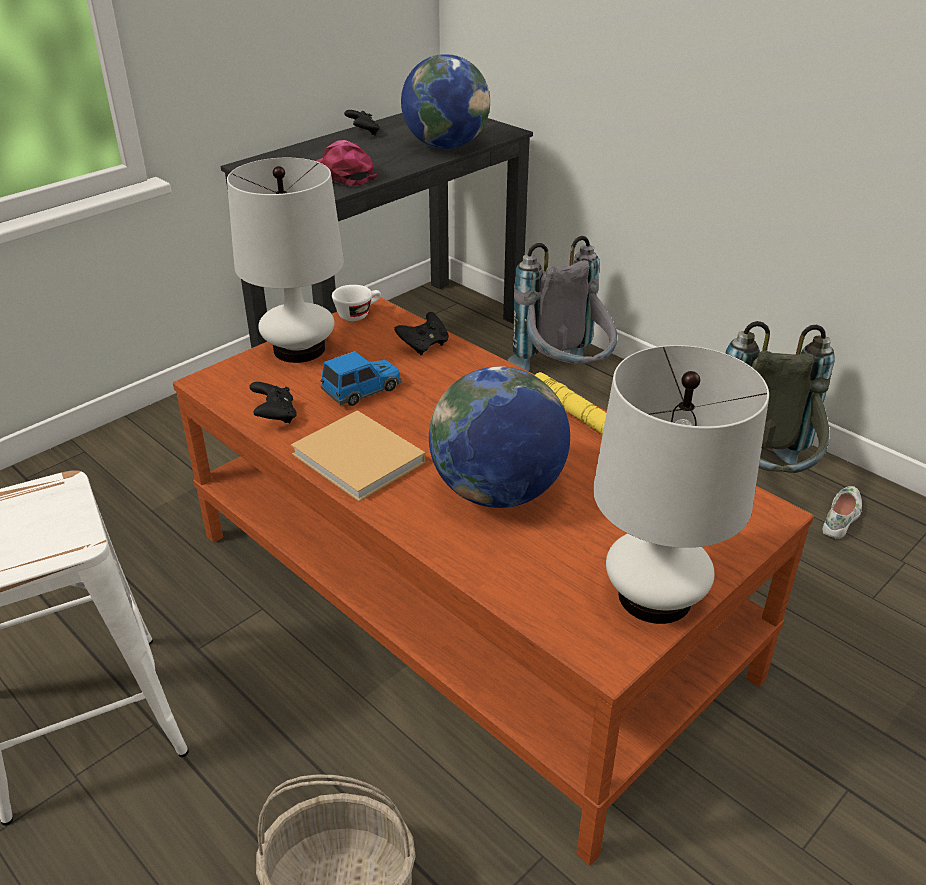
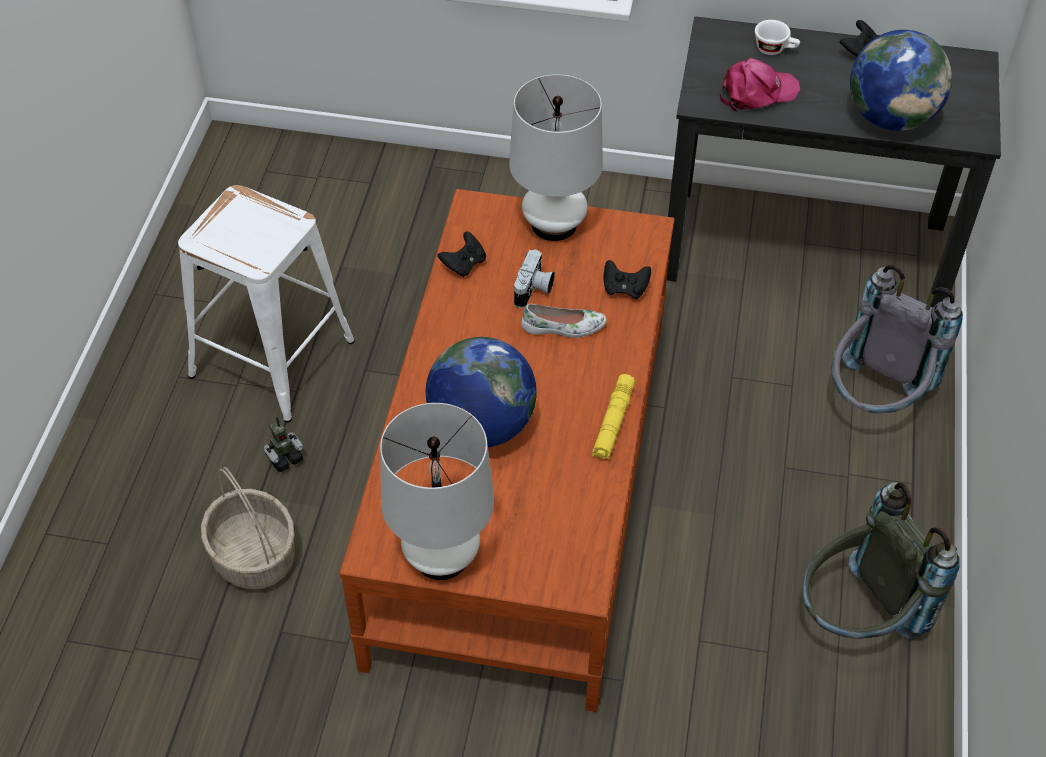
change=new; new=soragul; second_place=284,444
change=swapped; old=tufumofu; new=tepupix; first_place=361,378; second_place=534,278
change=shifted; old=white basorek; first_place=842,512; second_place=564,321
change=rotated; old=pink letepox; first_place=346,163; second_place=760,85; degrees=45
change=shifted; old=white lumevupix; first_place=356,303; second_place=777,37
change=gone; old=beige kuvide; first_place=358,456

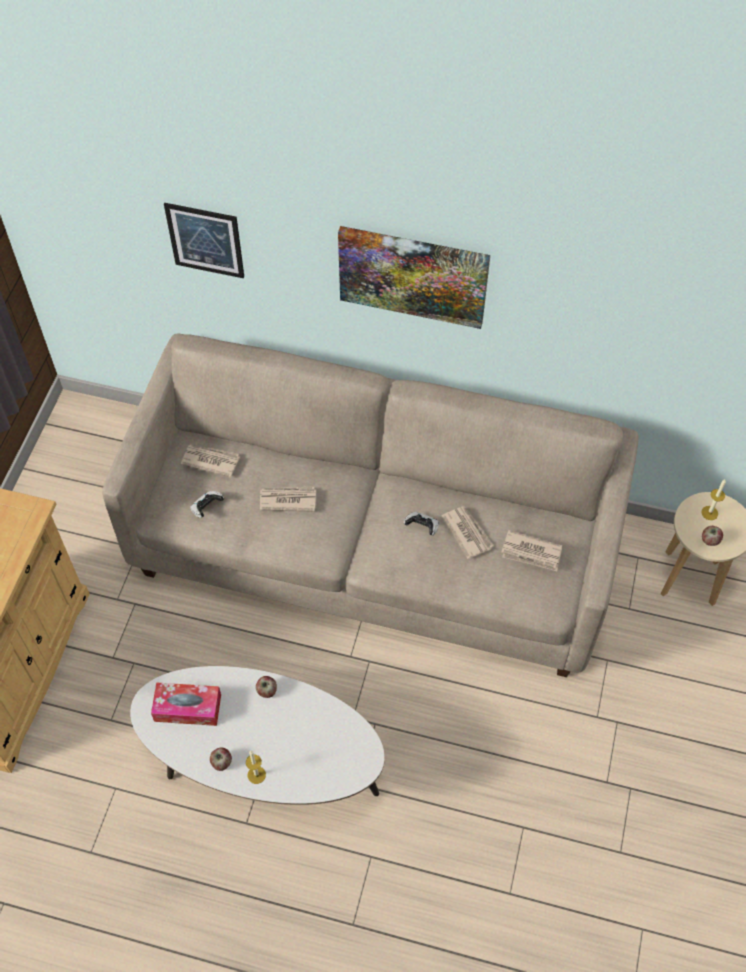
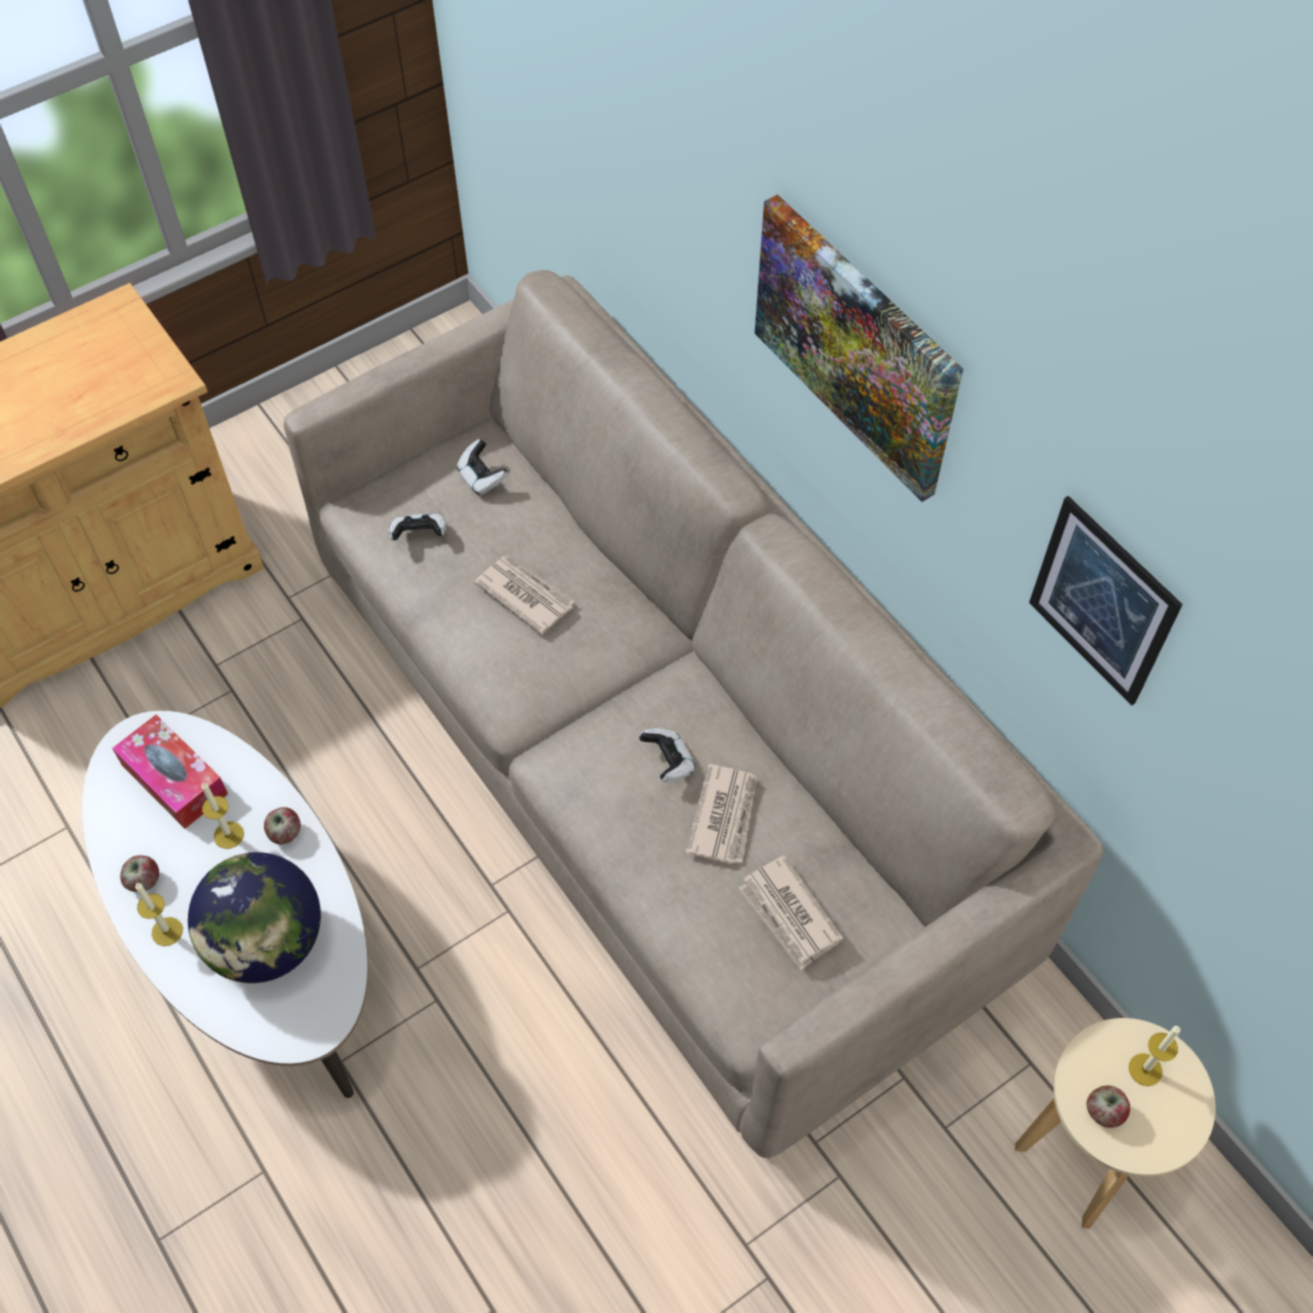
change=new; new=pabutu; second_place=254,917
change=new; new=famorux; second_place=222,816
change=swapped; old=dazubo; new=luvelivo; first_place=210,461; second_place=482,467
change=shifted; old=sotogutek; first_place=204,240; second_place=1106,601

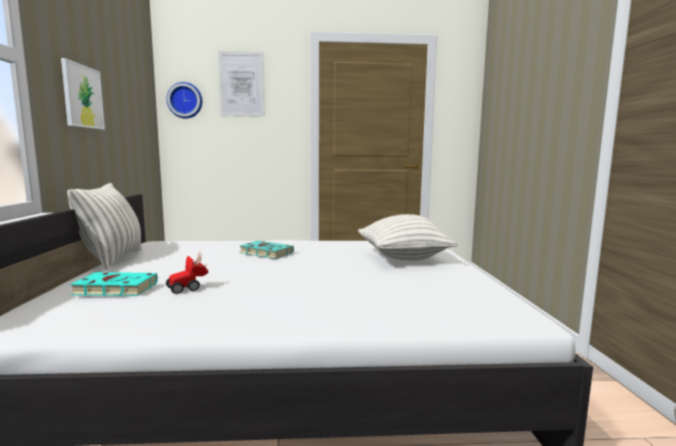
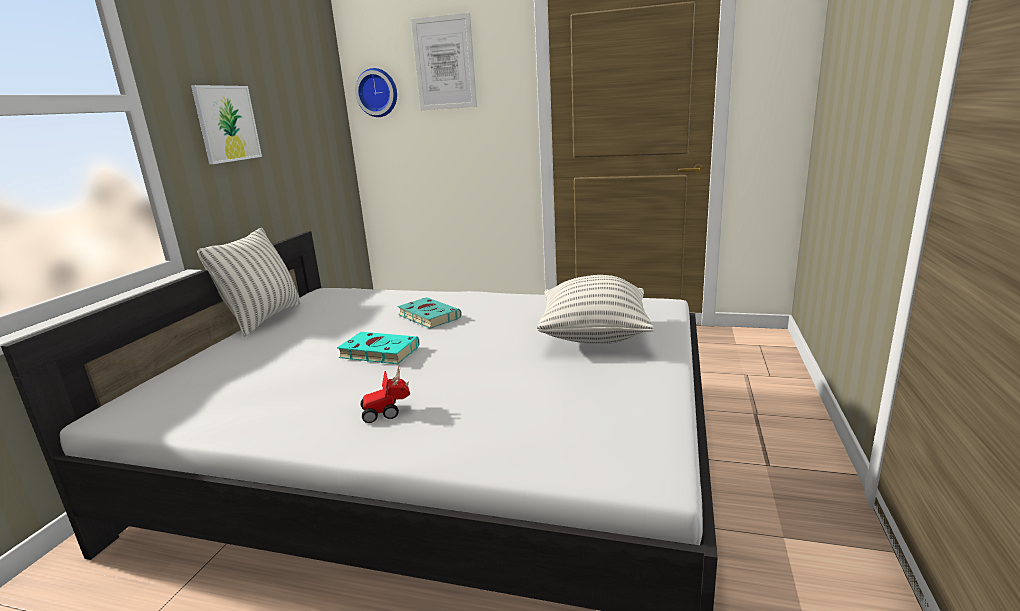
change=shifted; old=turquoise kuvide; first_place=114,284; second_place=378,348
change=shifted; old=tufumofu; first_place=187,273; second_place=385,395

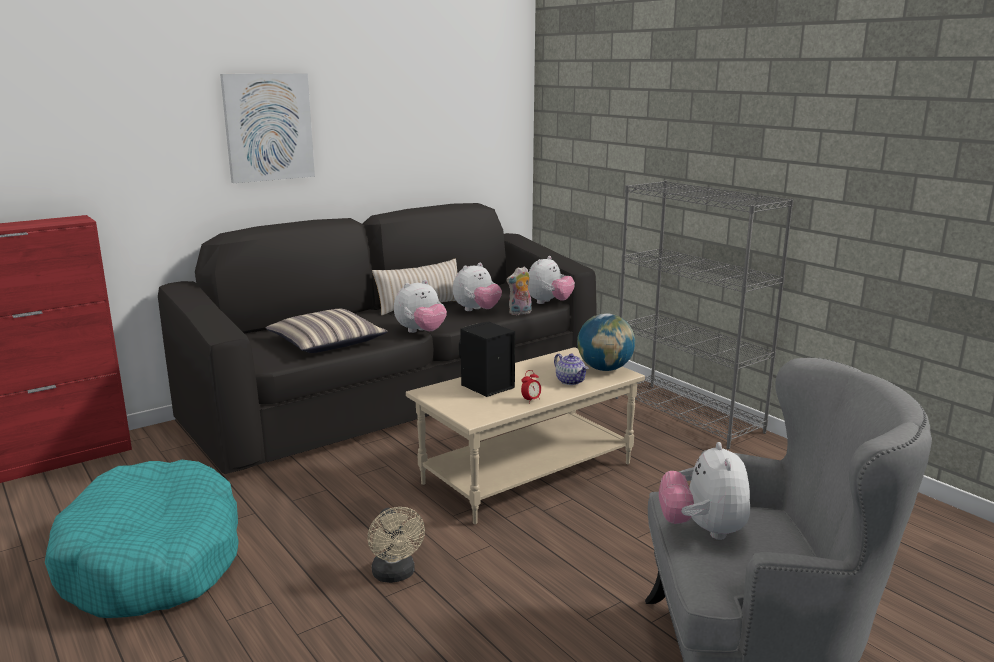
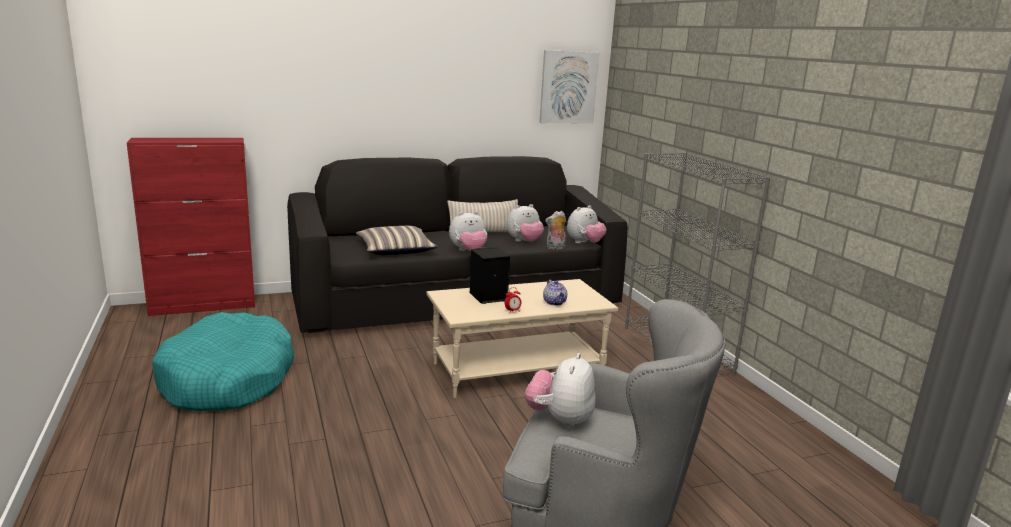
change=shifted; old=sotogutek; first_place=267,128; second_place=569,87
change=gone; old=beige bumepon; first_place=396,545
change=gone; old=pabutu; first_place=606,342

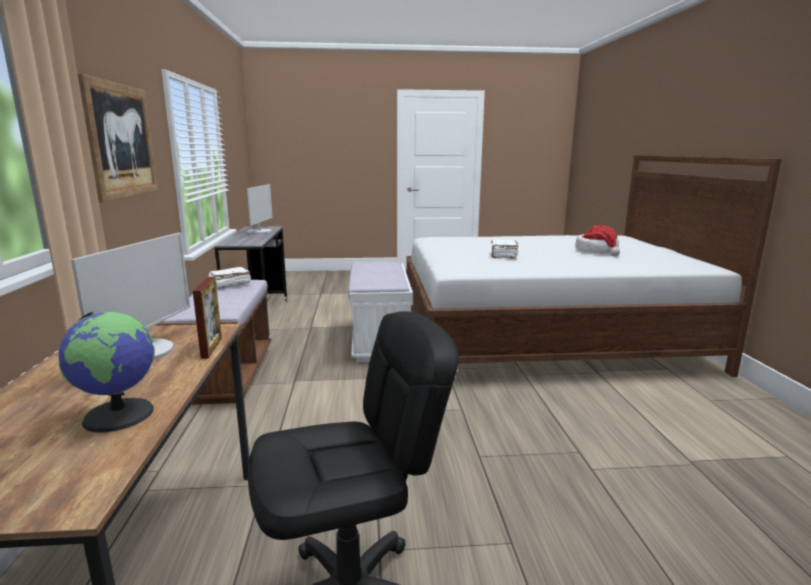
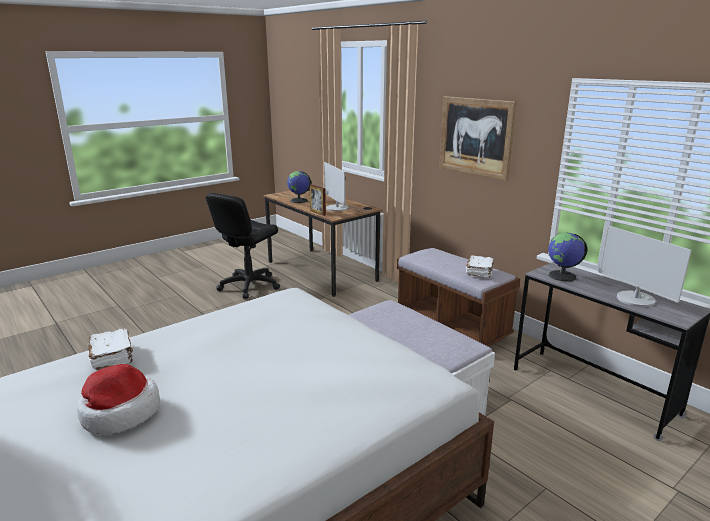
change=shifted; old=white kuvide; first_place=505,249; second_place=110,349
change=new; new=pabutu; second_place=568,257

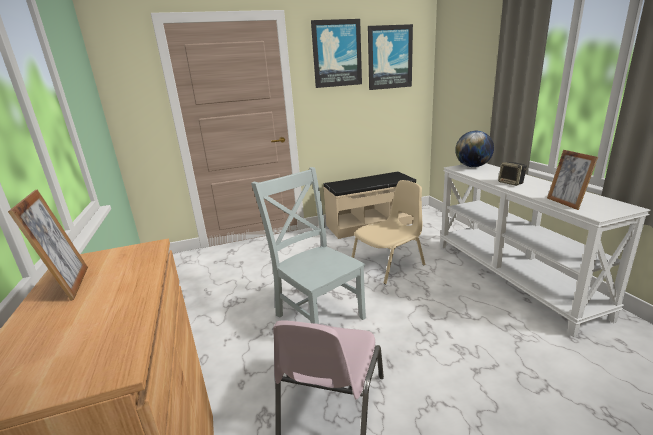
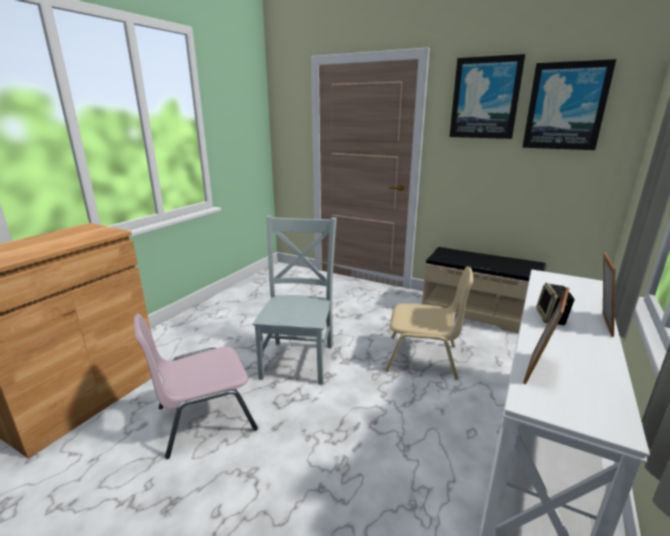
change=shifted; old=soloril; first_place=48,245; second_place=609,294
change=gone; old=pabutu; first_place=474,149

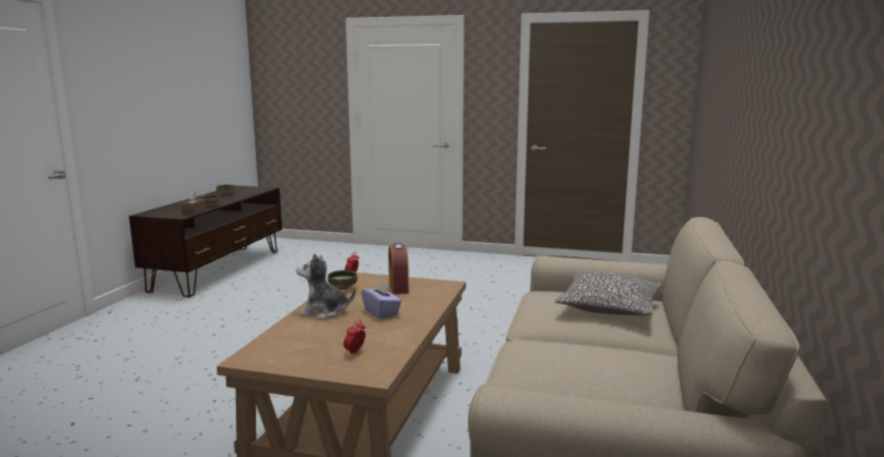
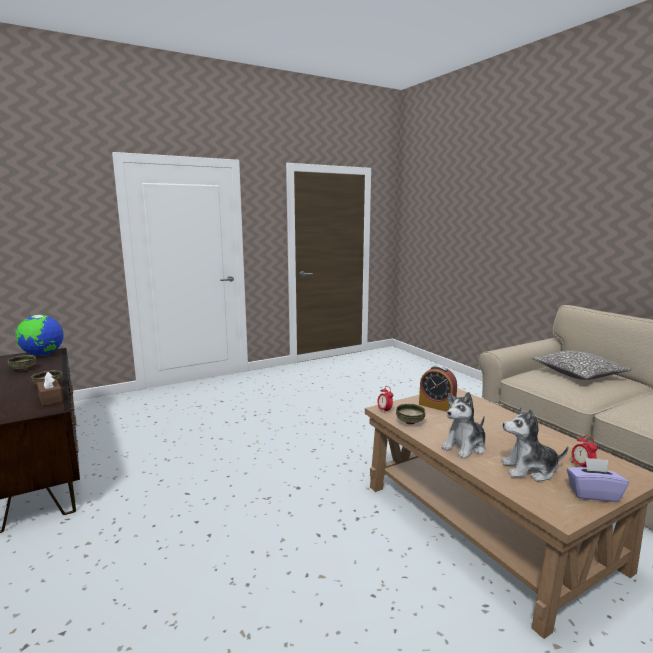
change=new; new=pabutu; second_place=39,335
change=new; new=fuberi; second_place=535,444
change=shifted; old=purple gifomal; first_place=381,300; second_place=598,479

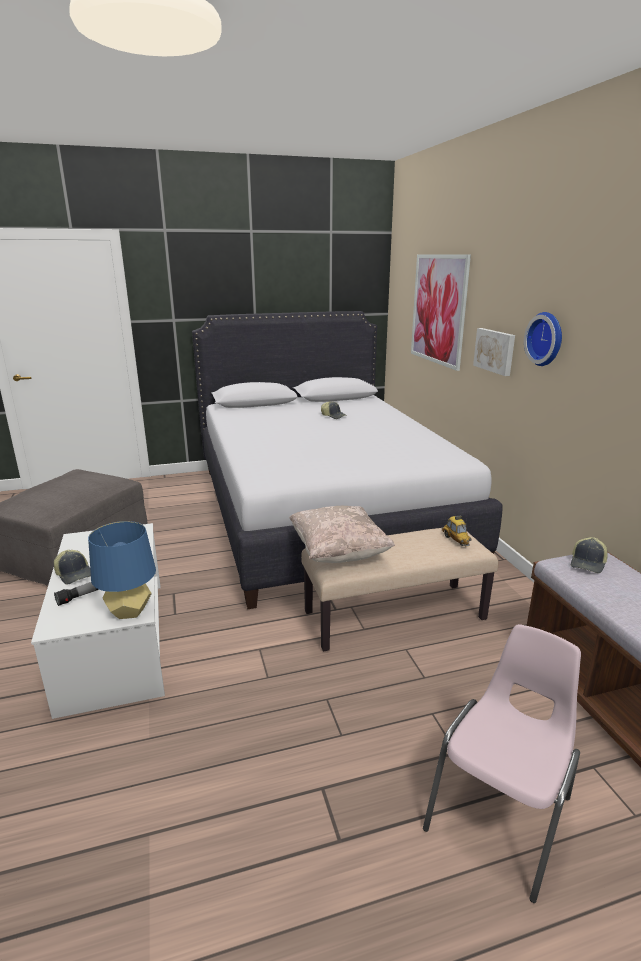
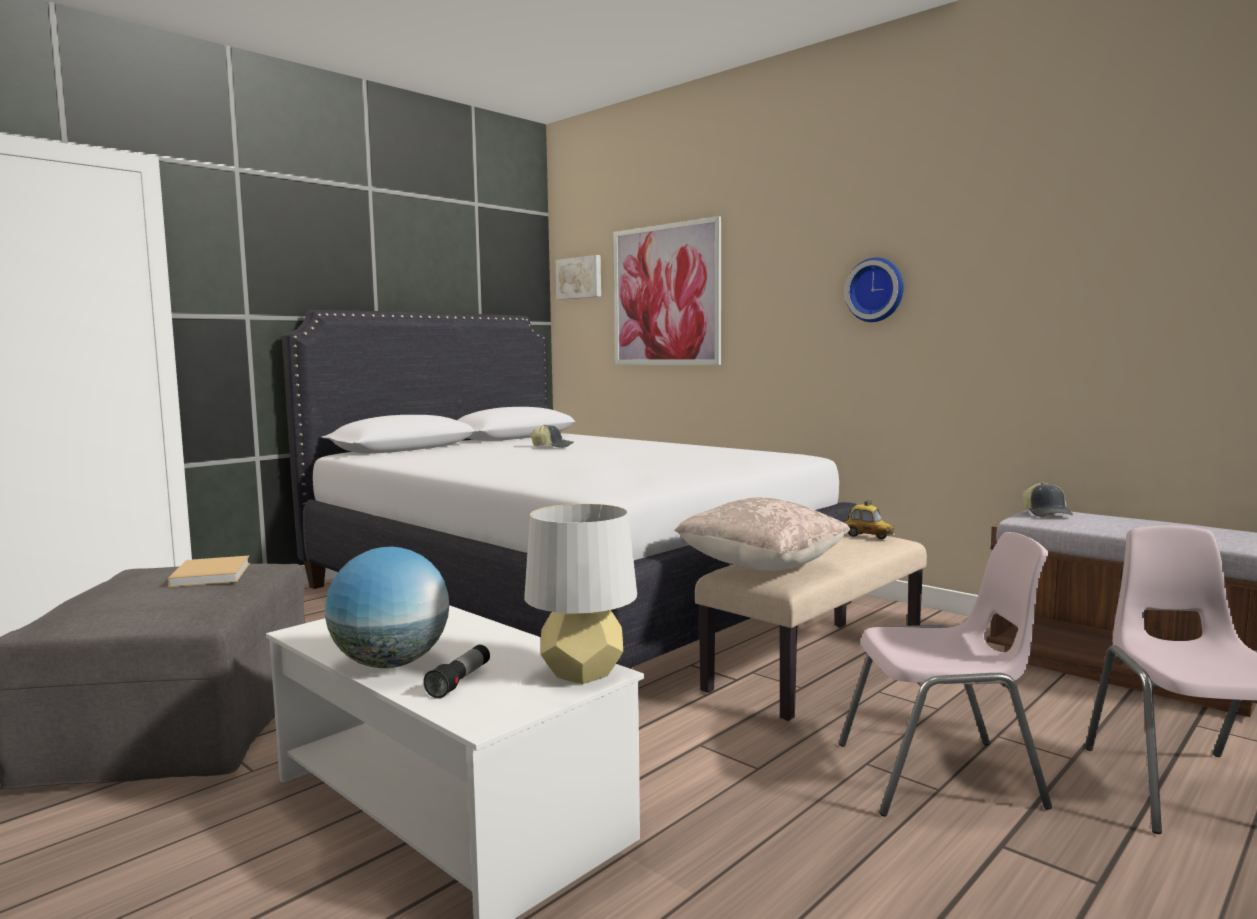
change=new; new=beige kuvide; second_place=209,571
change=swapped; old=letepox; new=pabutu; first_place=72,567; second_place=387,607
change=repainted; old=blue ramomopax; new=grey ramomopax; first_place=122,570; second_place=580,594
change=shifted; old=sotogutek; first_place=494,352; second_place=578,277
change=new; new=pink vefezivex; second_place=945,674

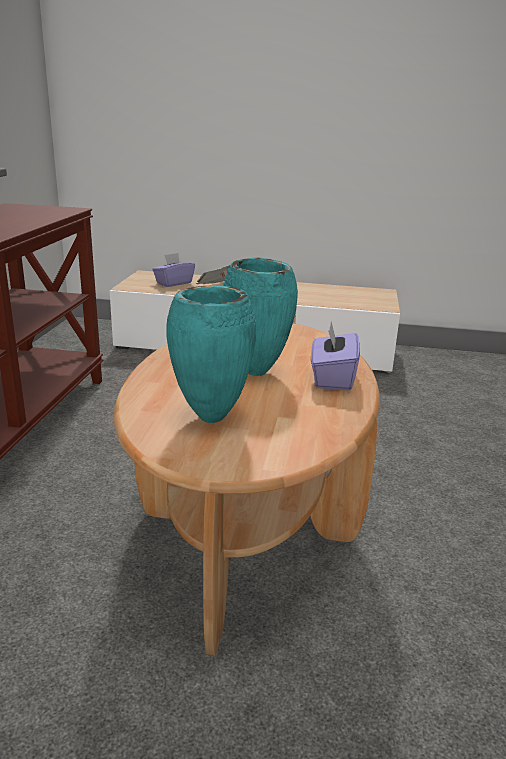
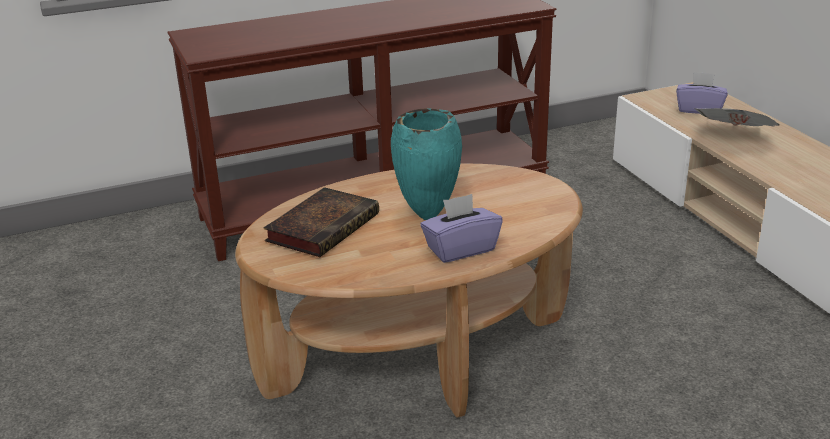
change=swapped; old=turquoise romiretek; new=kuvide; first_place=211,354; second_place=321,222

